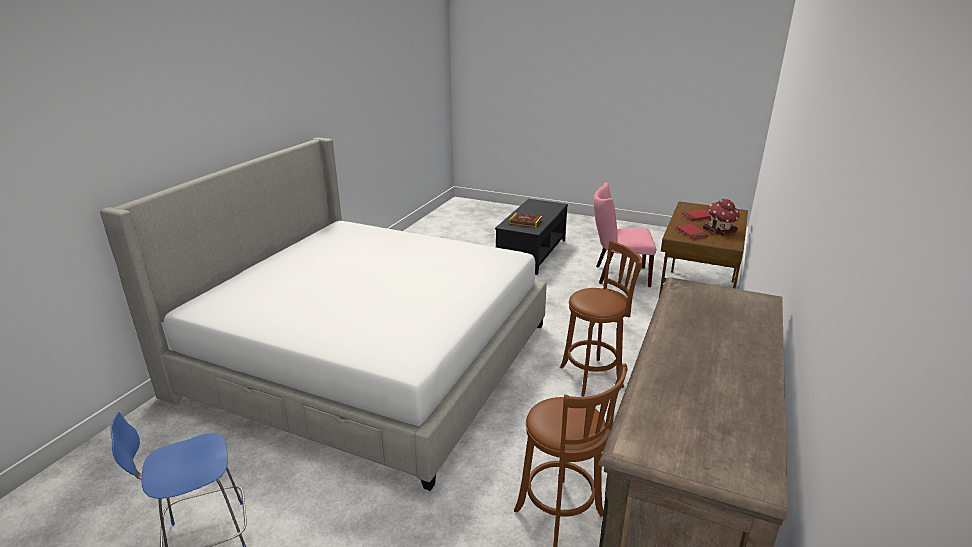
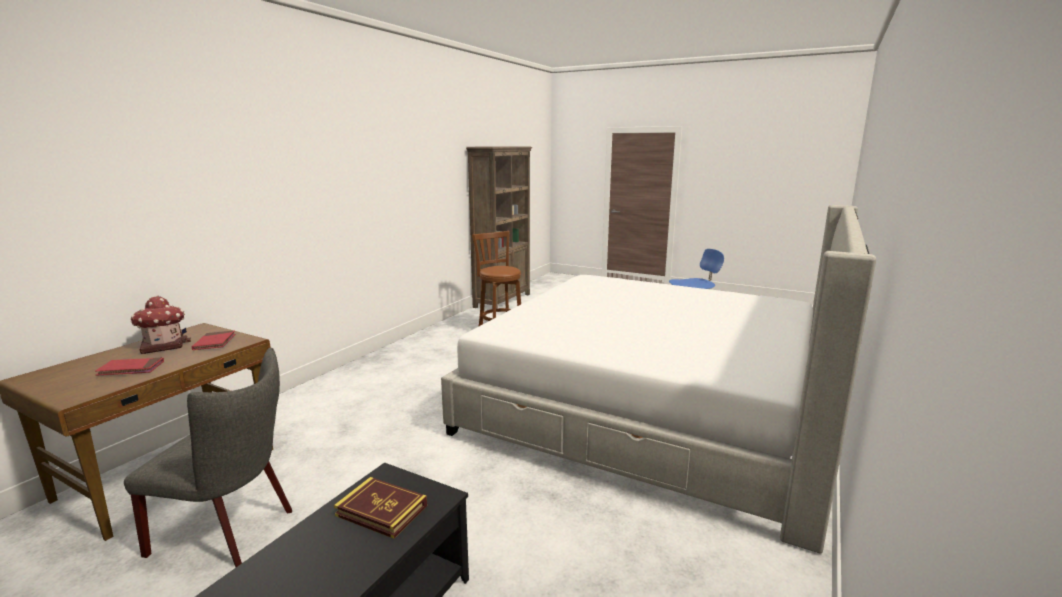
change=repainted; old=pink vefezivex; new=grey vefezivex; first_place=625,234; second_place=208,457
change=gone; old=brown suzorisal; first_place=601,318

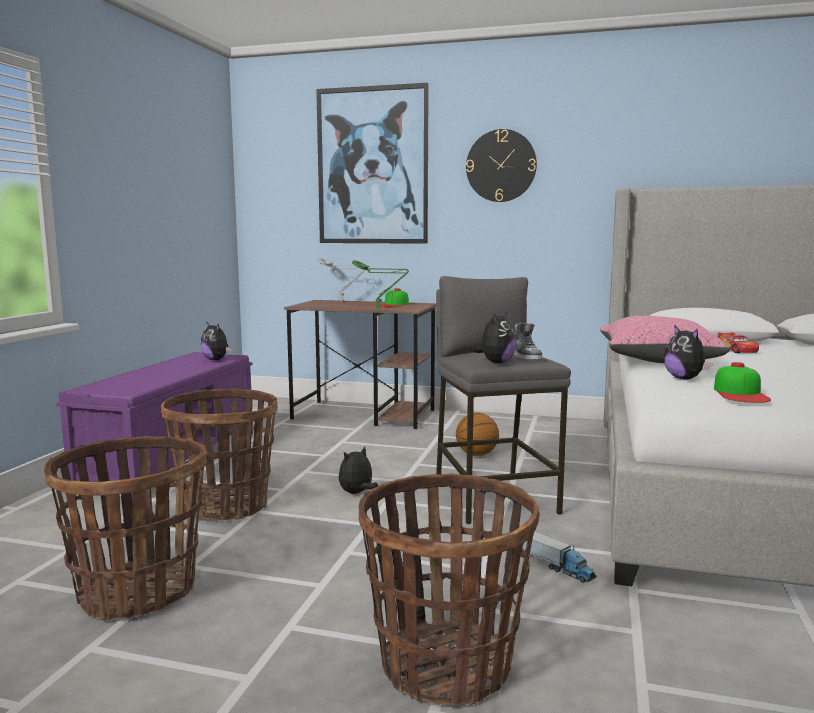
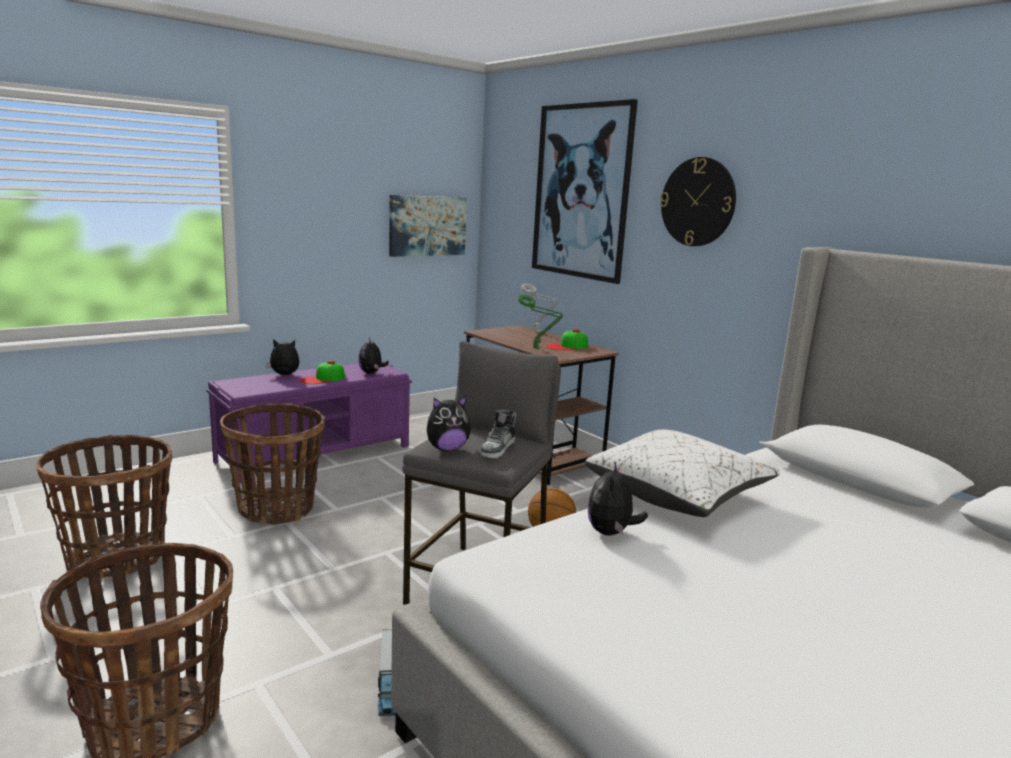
change=shifted; old=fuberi; first_place=358,470; second_place=282,357
change=shifted; old=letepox; first_place=742,382; second_place=322,372
change=new; new=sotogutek; second_place=428,226
change=repainted; old=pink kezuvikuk; new=white kezuvikuk; first_place=665,339; second_place=682,473
change=gone; old=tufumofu; first_place=738,342

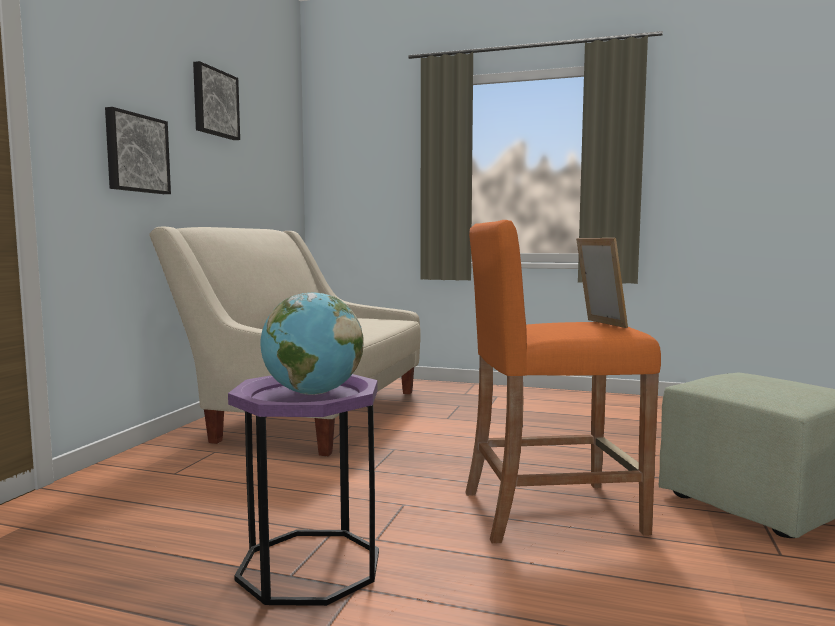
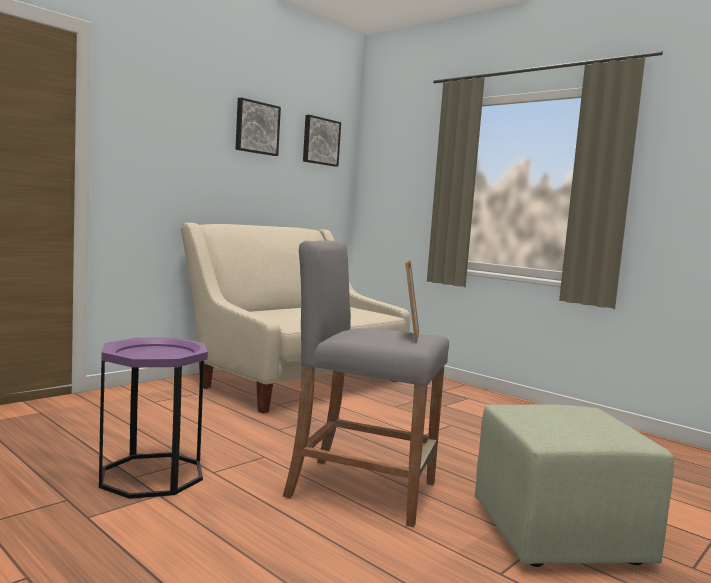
change=repainted; old=orange suzorisal; new=grey suzorisal; first_place=563,381; second_place=366,383
change=shifted; old=sotogutek; first_place=138,150; second_place=322,141
change=gone; old=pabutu; first_place=312,343

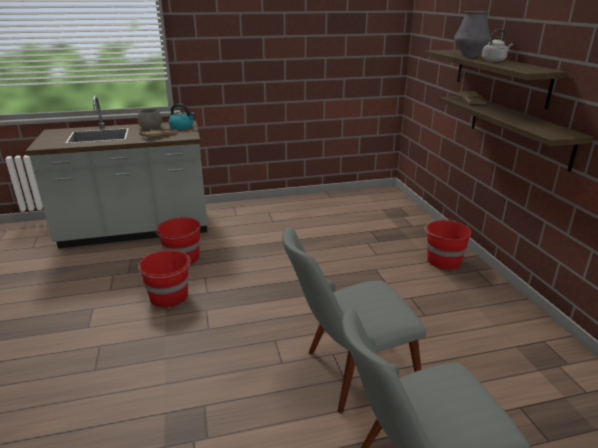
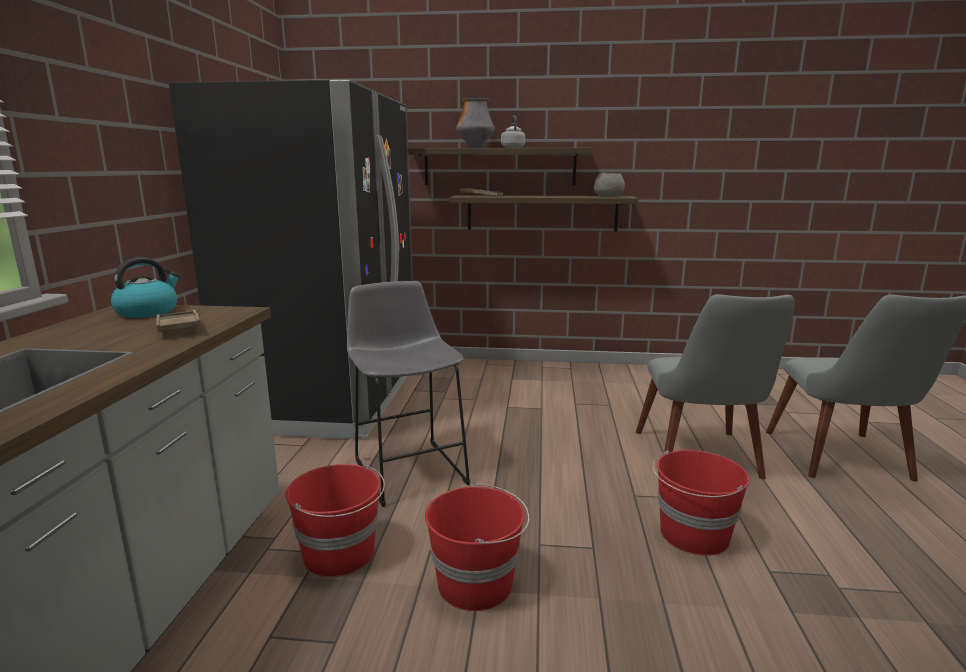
change=new; new=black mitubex; second_place=291,259
change=new; new=grey suzorisal; second_place=409,394
change=shifted; old=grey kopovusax; first_place=149,119; second_place=609,185
change=shifted; old=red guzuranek; first_place=448,244; second_place=701,503

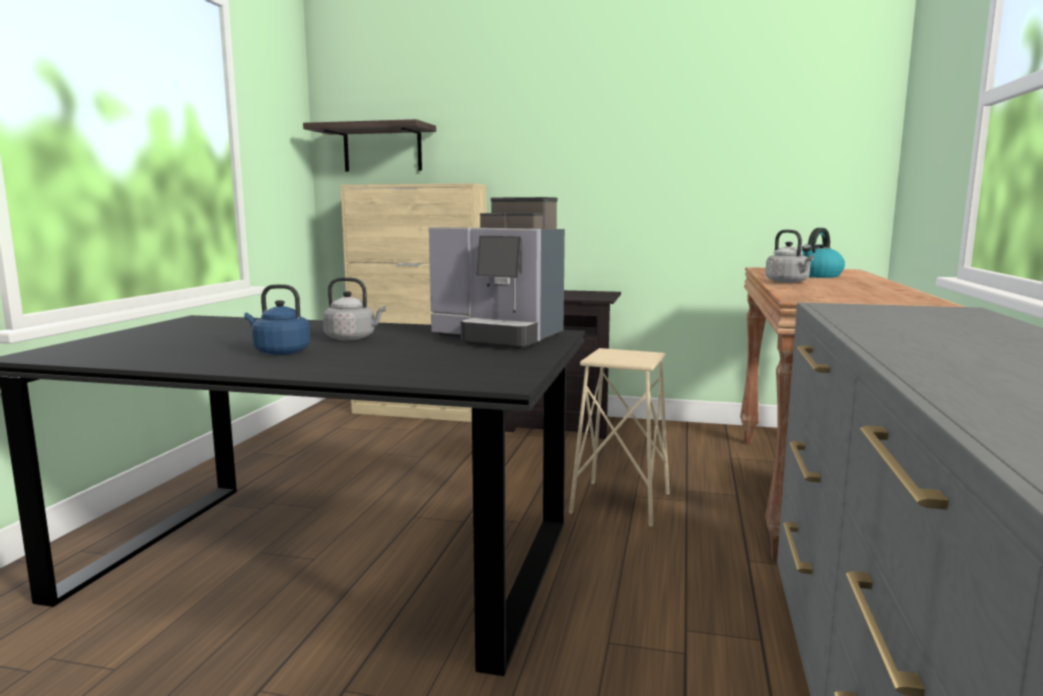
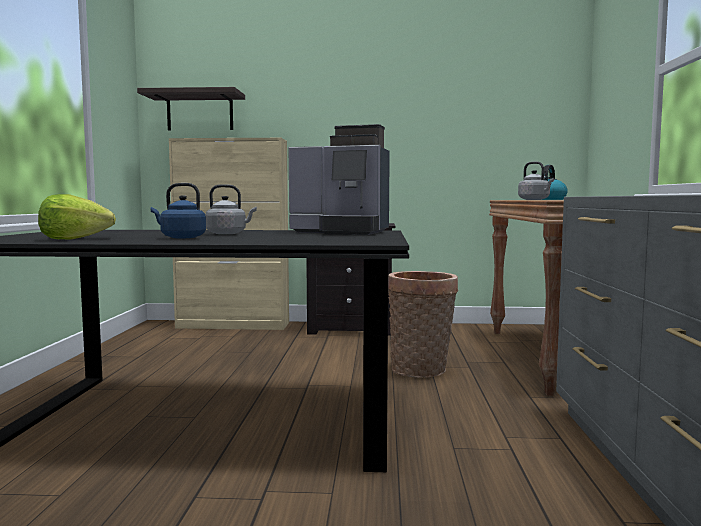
change=new; new=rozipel; second_place=77,217
change=swapped; old=beige suzorisal; new=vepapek; first_place=619,437; second_place=423,324

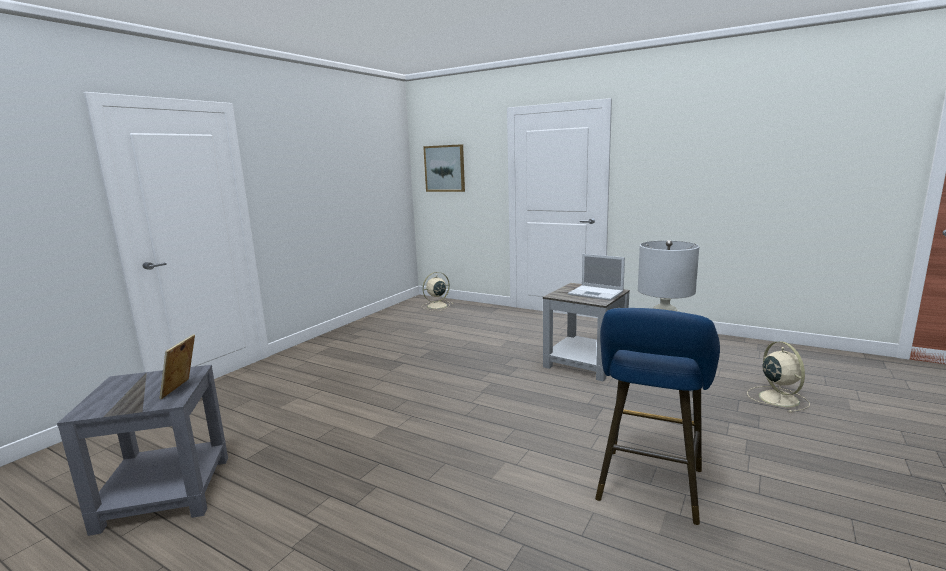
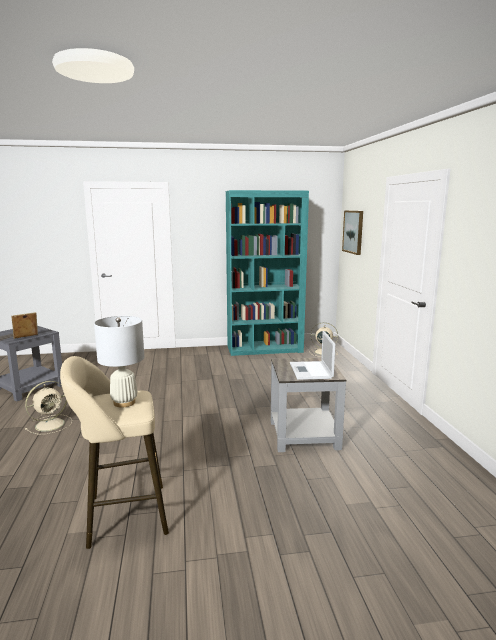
change=shifted; old=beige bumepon; first_place=778,377; second_place=48,407
change=repainted; old=blue suzorisal; new=beige suzorisal; first_place=657,416; second_place=114,452
change=new; new=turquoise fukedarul; second_place=267,273

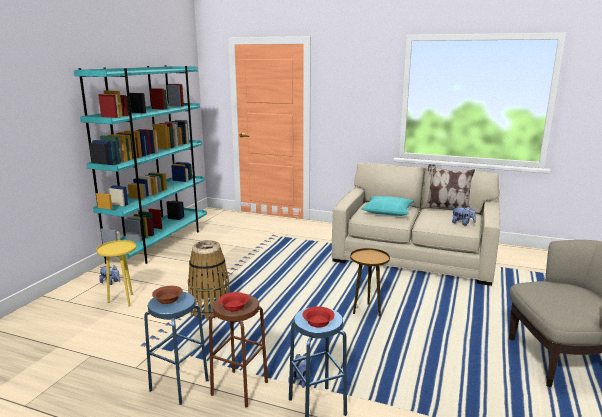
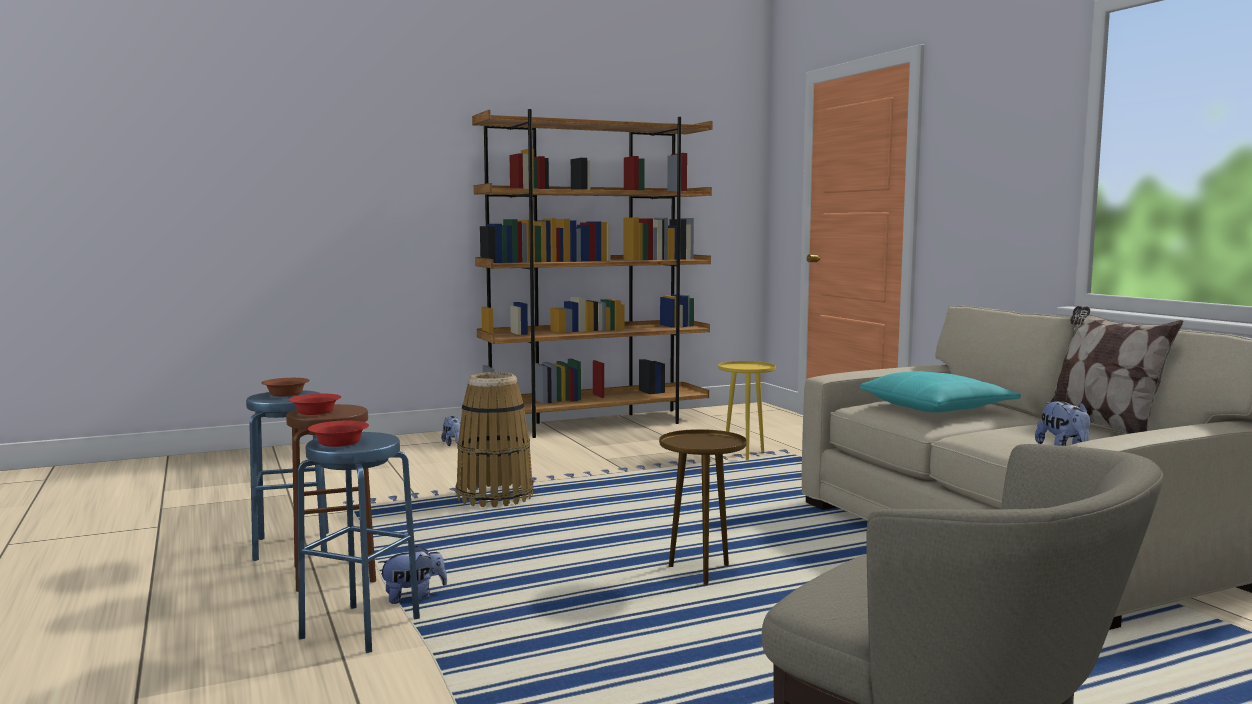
change=repainted; old=turquoise fukedarul; new=brown fukedarul; first_place=140,164; second_place=592,273
change=shifted; old=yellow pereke; first_place=116,273; second_place=747,410

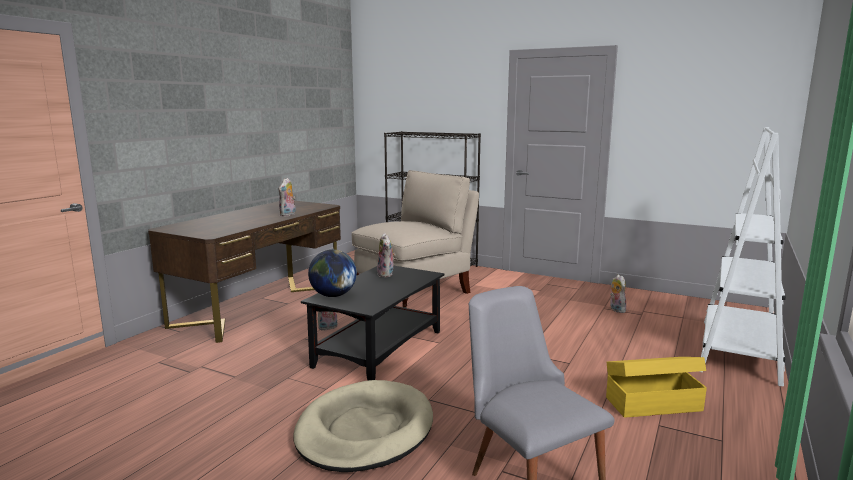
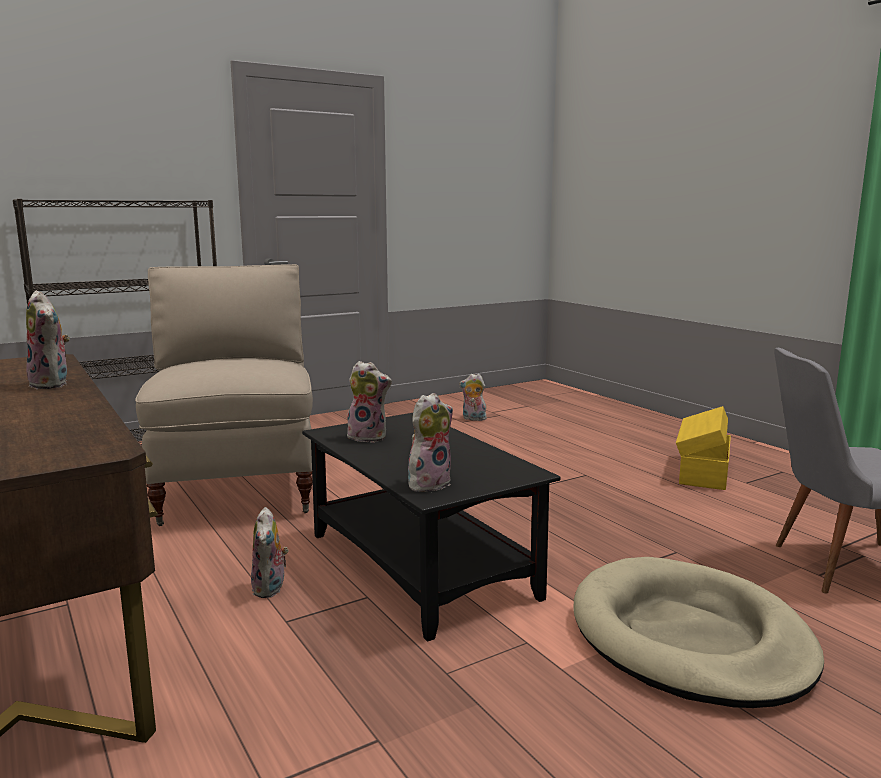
change=swapped; old=pabutu; new=fuberi; first_place=332,273; second_place=430,442
change=gone; old=white fukedarul; first_place=742,256

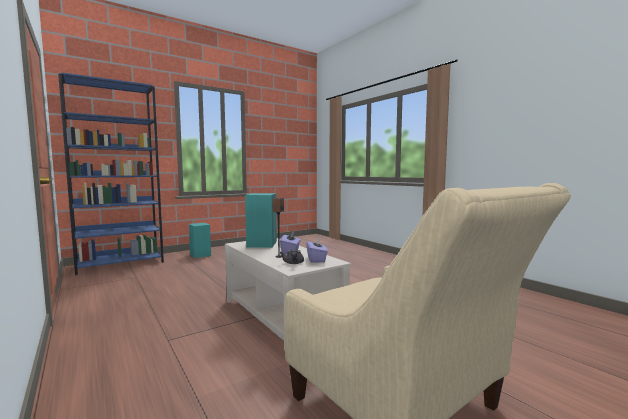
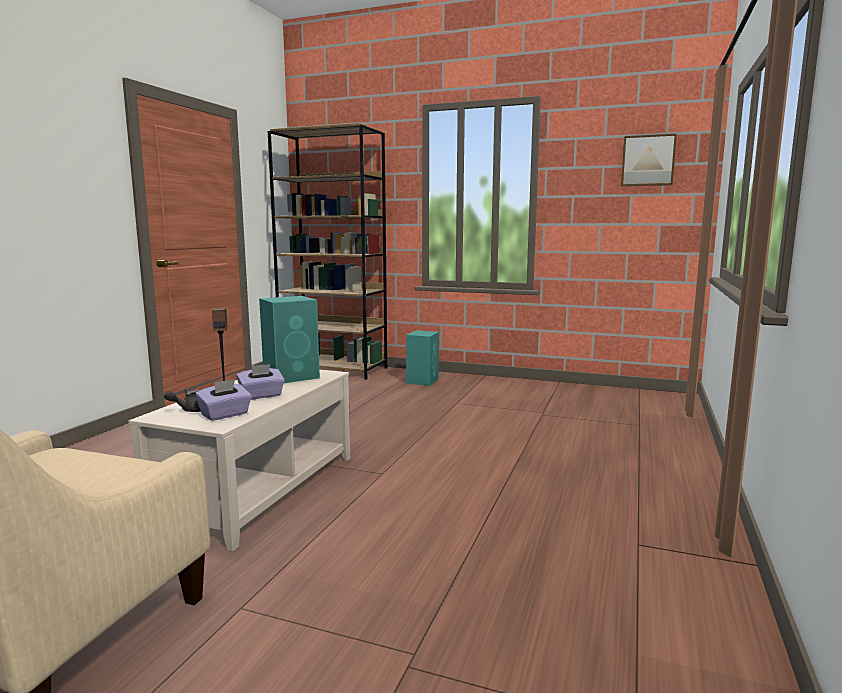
change=repainted; old=blue fukedarul; new=brown fukedarul; first_place=111,173; second_place=327,251
change=new; new=sotogutek; second_place=649,160

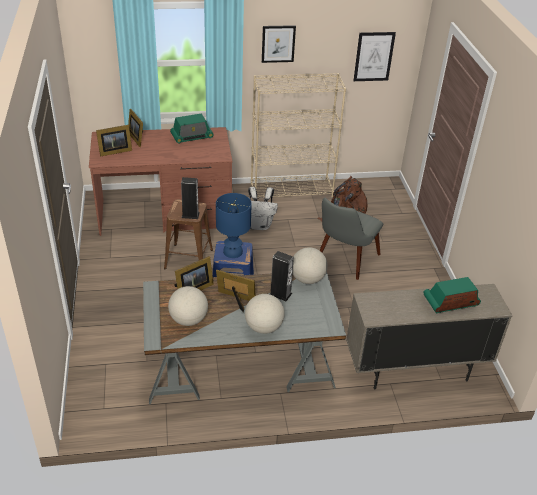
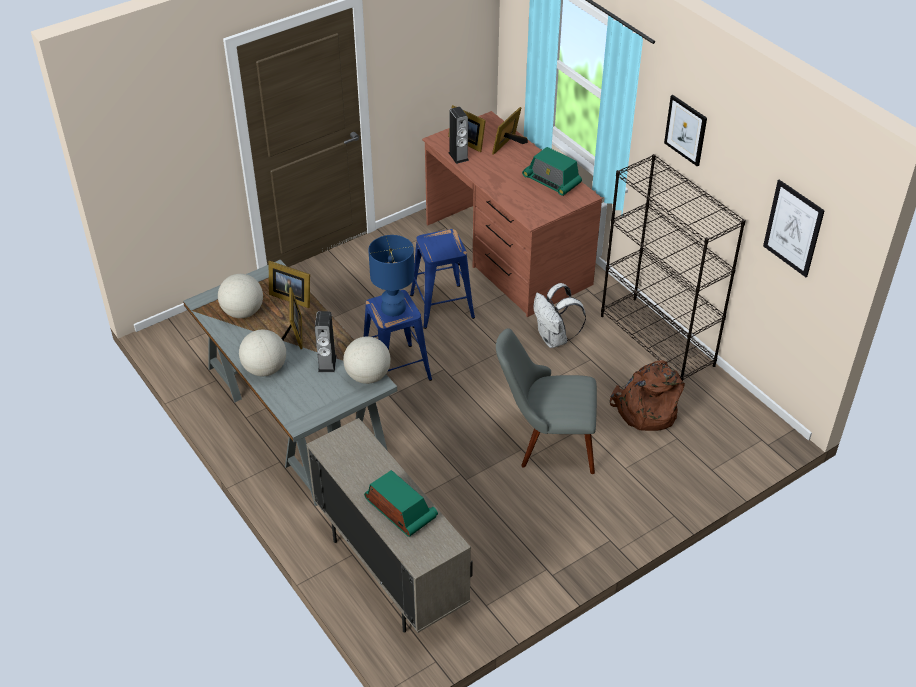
change=repainted; old=brown suzorisal; new=blue suzorisal; first_place=188,234; second_place=442,279
change=shifted; old=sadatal; first_place=190,198; second_place=458,135
change=repainted; old=beige fukedarul; new=black fukedarul; first_place=298,135; second_place=673,267

